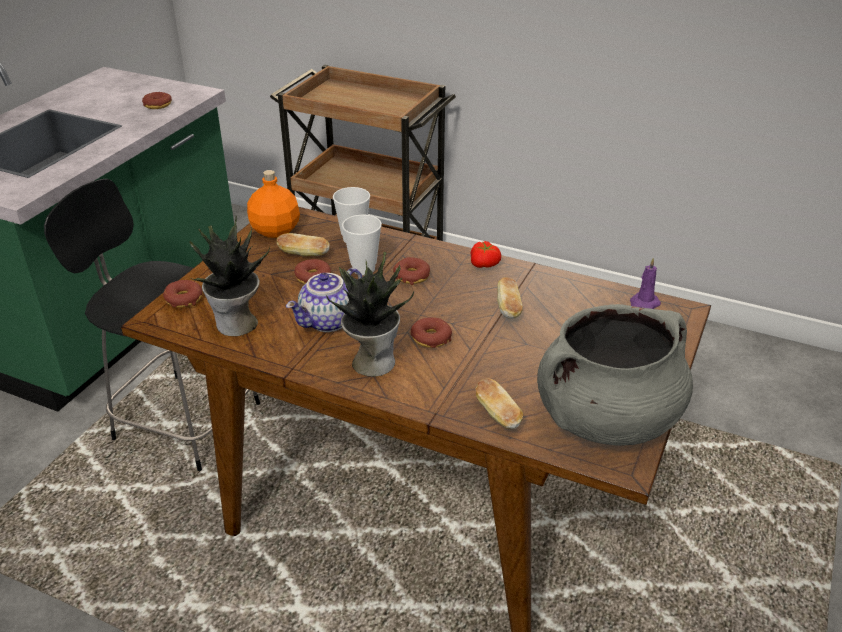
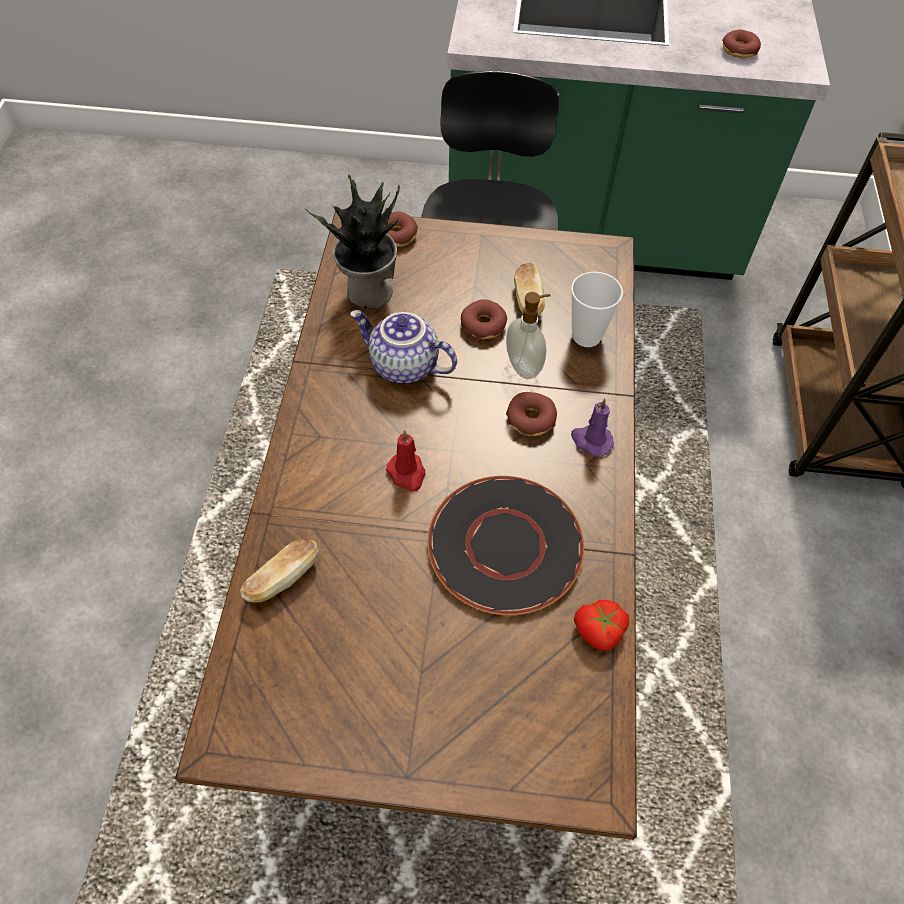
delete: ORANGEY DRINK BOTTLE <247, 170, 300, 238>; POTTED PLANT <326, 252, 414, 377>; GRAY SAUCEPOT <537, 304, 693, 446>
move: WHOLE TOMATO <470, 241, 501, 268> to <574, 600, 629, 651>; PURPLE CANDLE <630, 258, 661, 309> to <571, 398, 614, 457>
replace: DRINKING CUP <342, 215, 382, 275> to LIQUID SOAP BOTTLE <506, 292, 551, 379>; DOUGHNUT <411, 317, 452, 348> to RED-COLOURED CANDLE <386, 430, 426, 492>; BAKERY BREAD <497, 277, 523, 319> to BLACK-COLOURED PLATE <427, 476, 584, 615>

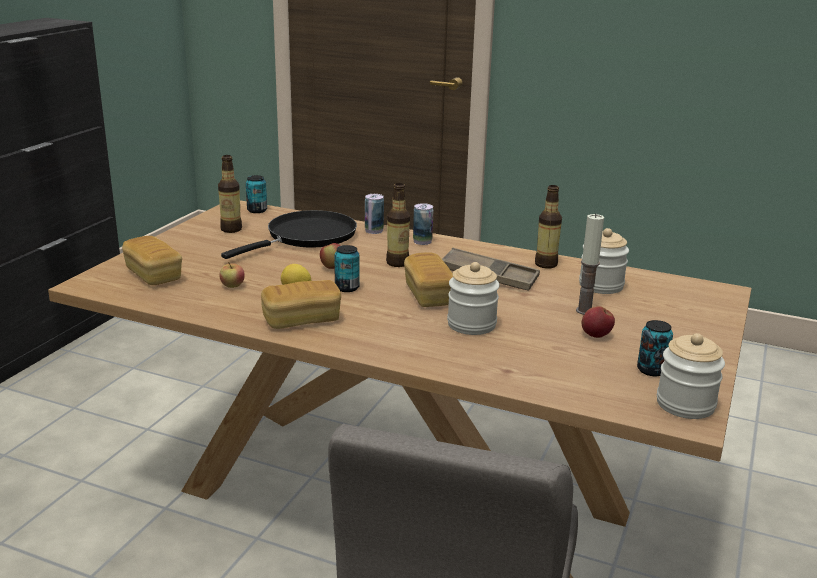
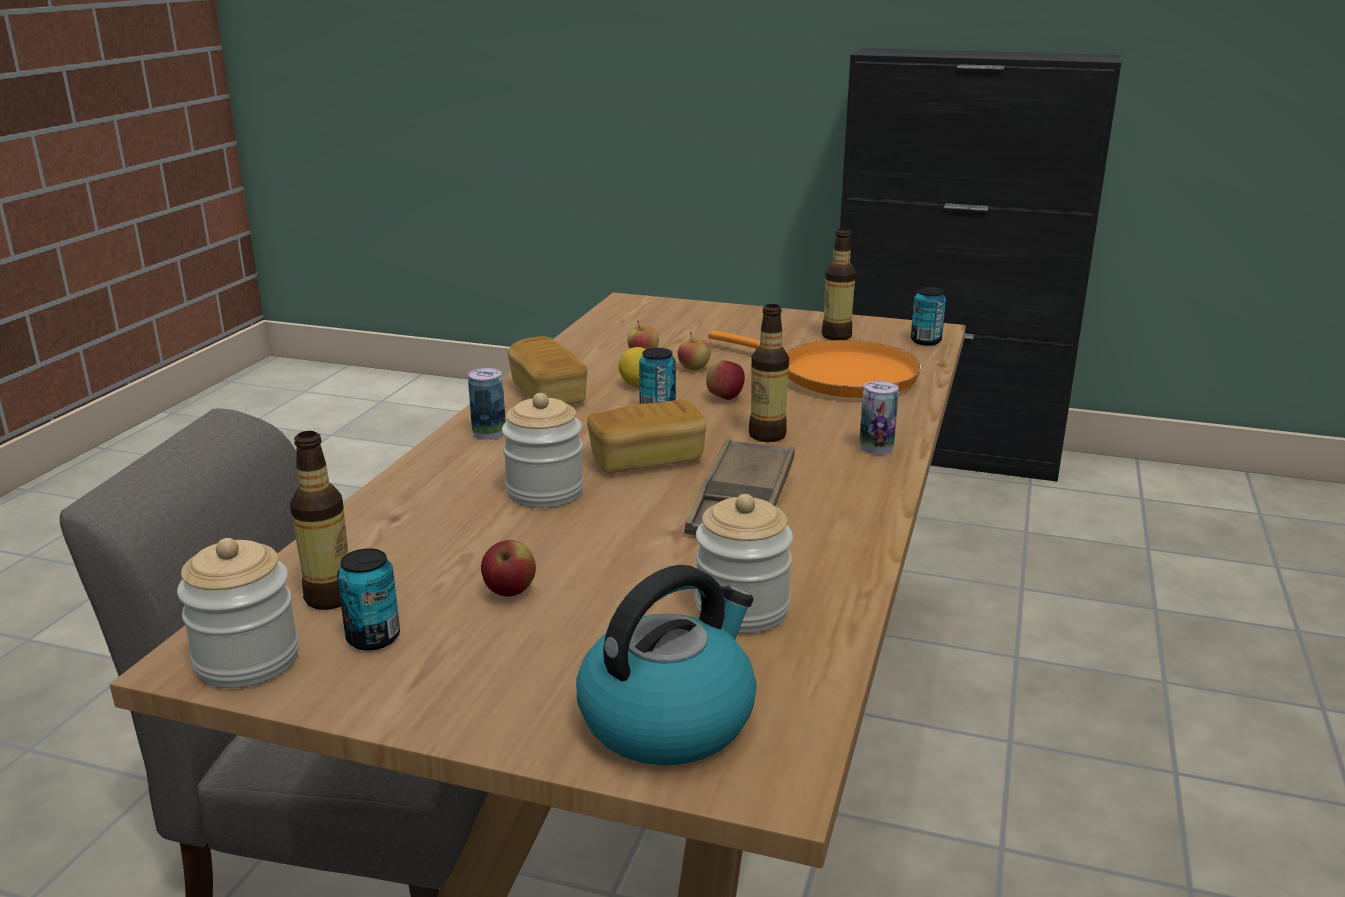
delete: BAKERY BREAD <122, 236, 182, 285>; CANDLE <576, 213, 604, 315>
insert: WATER KETTLE <576, 565, 757, 766>; APPLE <678, 332, 711, 371>
move: CAN <365, 194, 384, 234> to <468, 368, 506, 440>; DRINK BOTTLE <535, 185, 562, 269> to <290, 431, 348, 610>
recolor: BLACK-COLOURED SKILLET <221, 210, 357, 259> to ORANGEY SKILLET <708, 330, 921, 398>

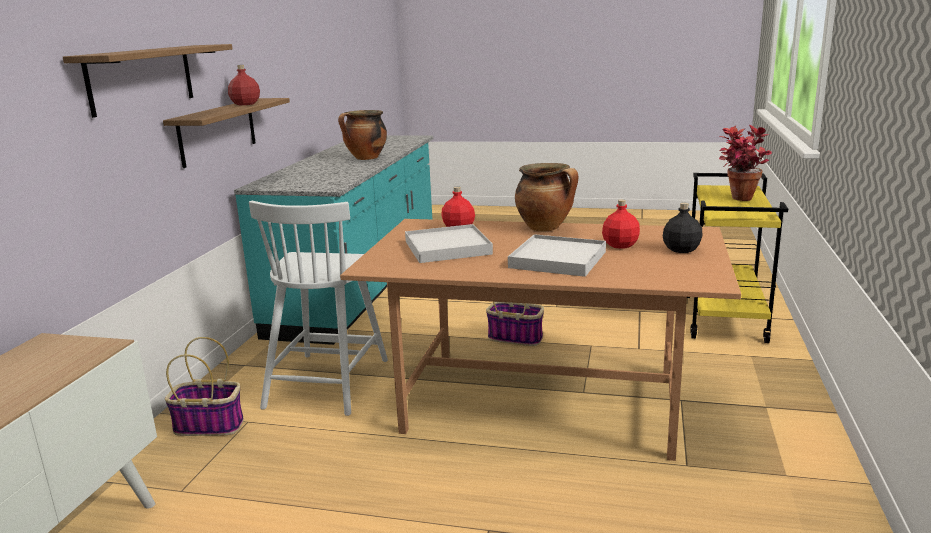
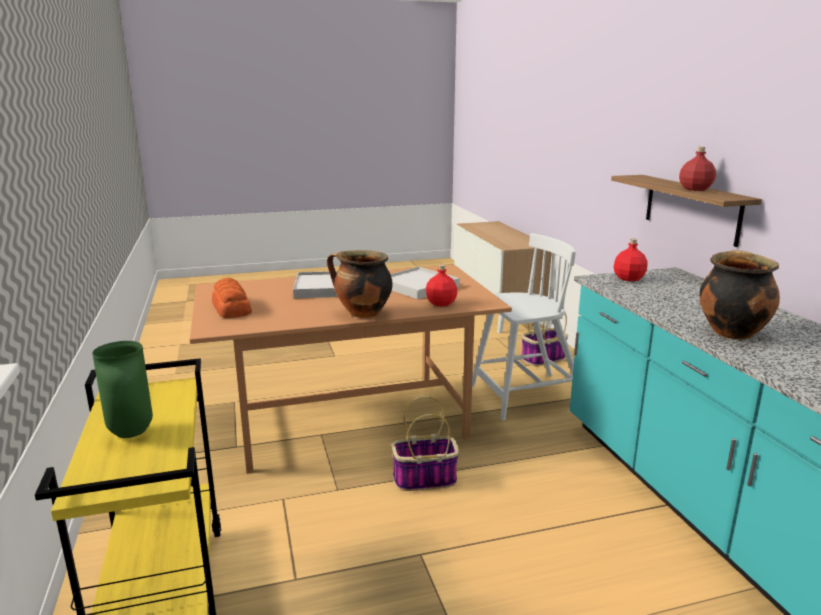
delete: BRACKET SHELF <63, 44, 233, 118>
move: RED-COLOURED DRINK BOTTLE <602, 199, 640, 249> to <614, 238, 647, 281>
replace: BLACK-COLOURED DRINK BOTTLE <663, 203, 703, 253> to BAKERY BREAD <212, 278, 252, 318>; POTTED PLANT <719, 124, 772, 201> to GREEN-COLOURED FLOWER VASE <92, 341, 153, 438>
rotate: WHITISH UPRIGHT CHAIR <249, 201, 388, 416> = <472, 233, 576, 420> 90 degrees clockwise

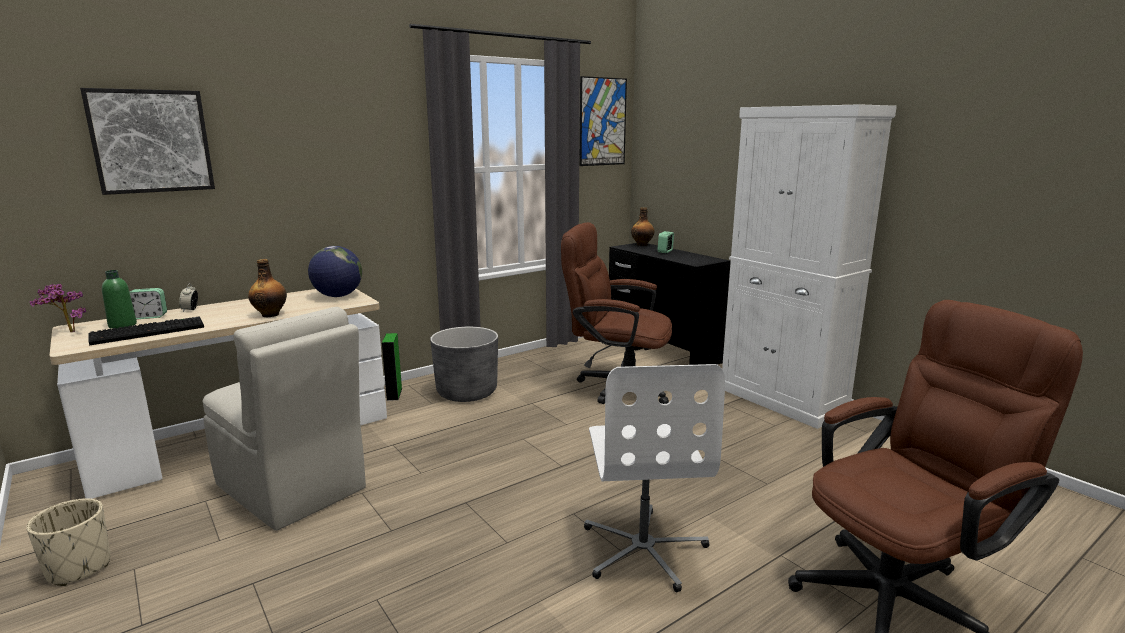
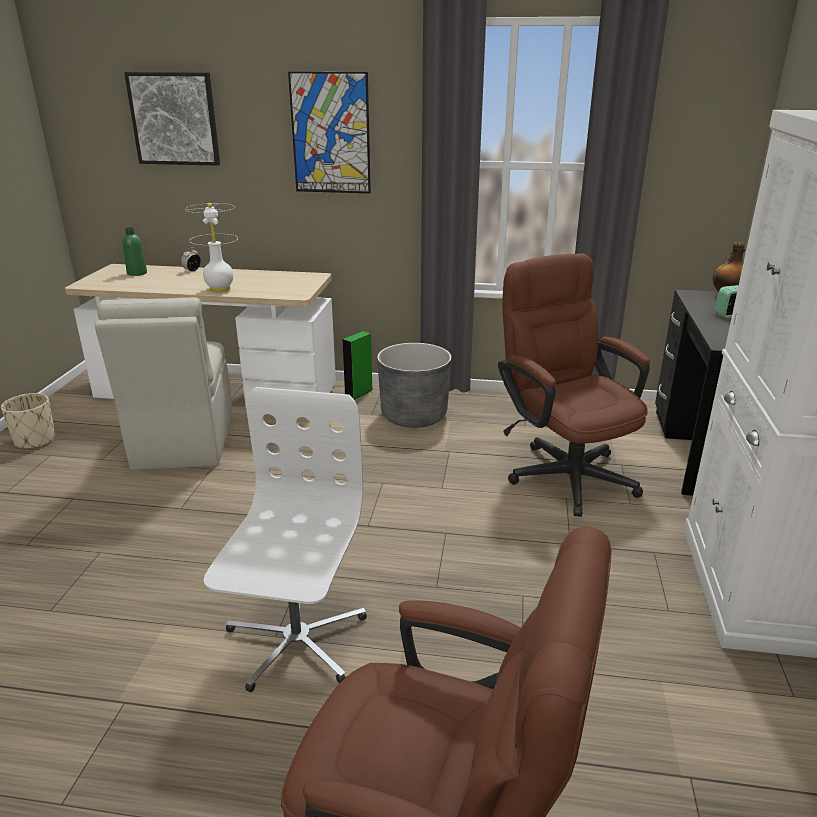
delete: POTTED PLANT <30, 284, 86, 332>; KEYBOARD <88, 316, 204, 345>; TABLE CLOCK <130, 288, 167, 319>; WORLD GLOBE <308, 246, 362, 297>
move: WALL PICTURE <580, 76, 627, 166> to <288, 72, 371, 193>
replace: DRINK BOTTLE <248, 259, 287, 317> to WHITISH LAMP FOR A TABLE <185, 203, 238, 293>
rotate: WHITISH DESK CHAIR <584, 364, 725, 592> = <204, 387, 367, 692> 150 degrees clockwise

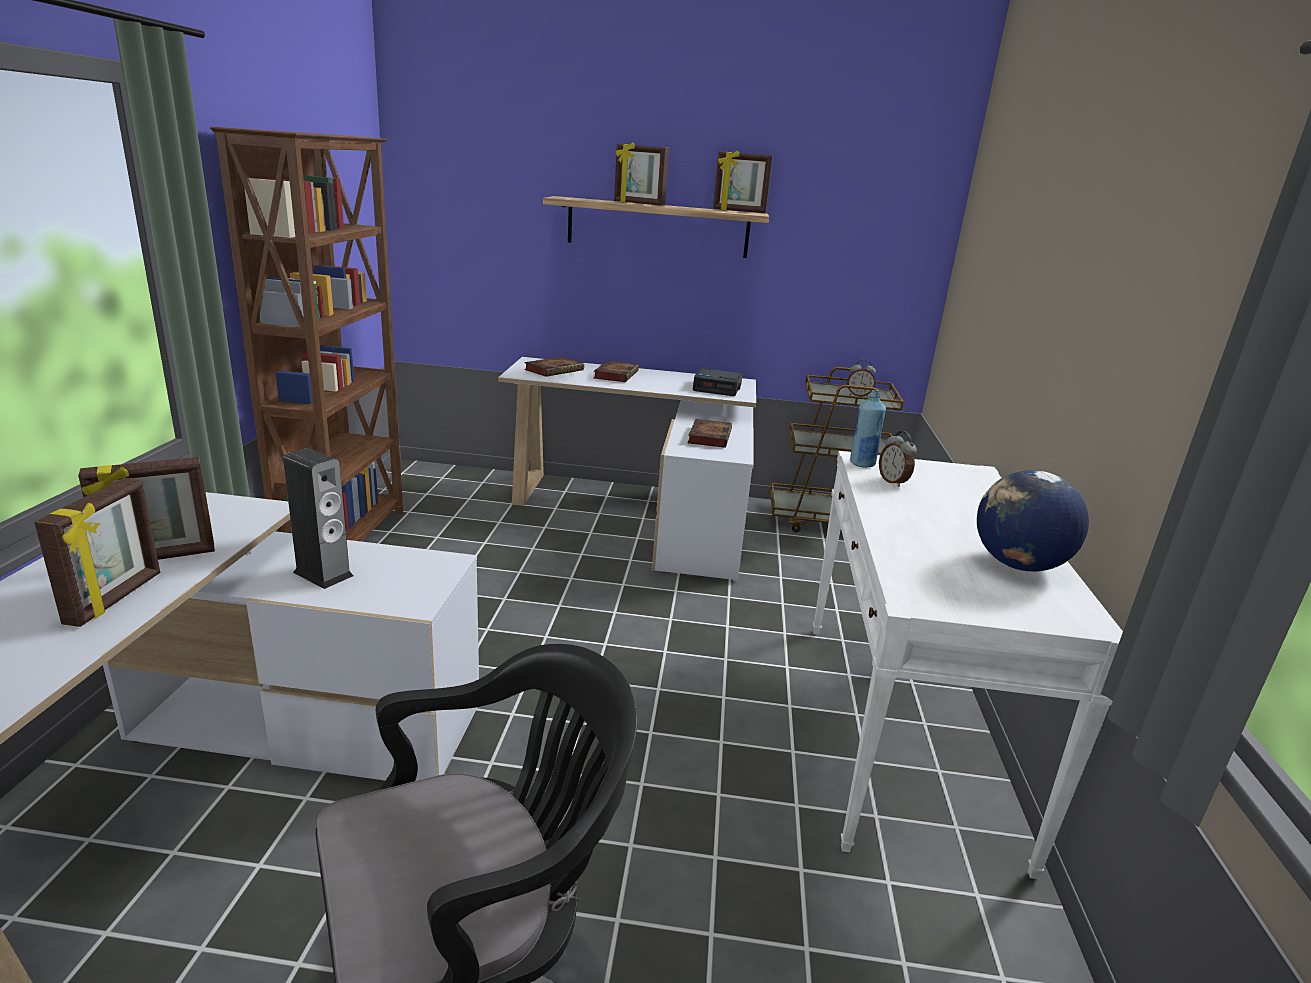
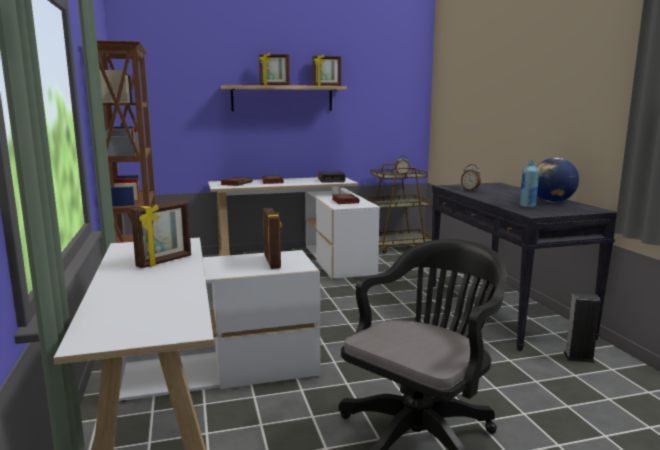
move: STANDING FRAME <34, 478, 160, 627> to <263, 208, 282, 269>; LOUDSPEAKER <283, 448, 353, 589> to <563, 293, 601, 363>; BLUISH DRINK BOTTLE <850, 390, 886, 468> to <520, 160, 539, 208>
recolor: WHITISH CONSOLE TABLE <813, 451, 1123, 879> to BLACK-COLOURED CONSOLE TABLE <432, 182, 617, 351>

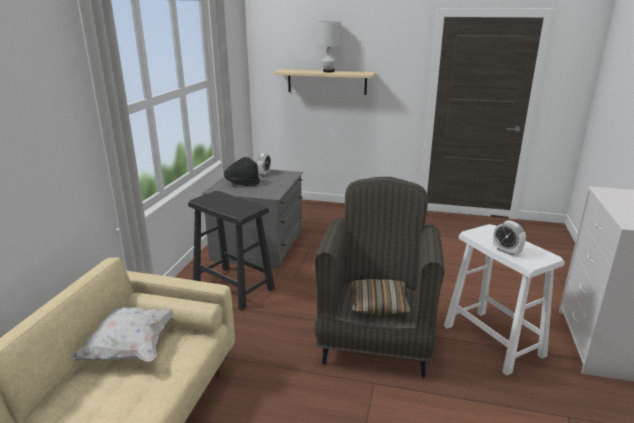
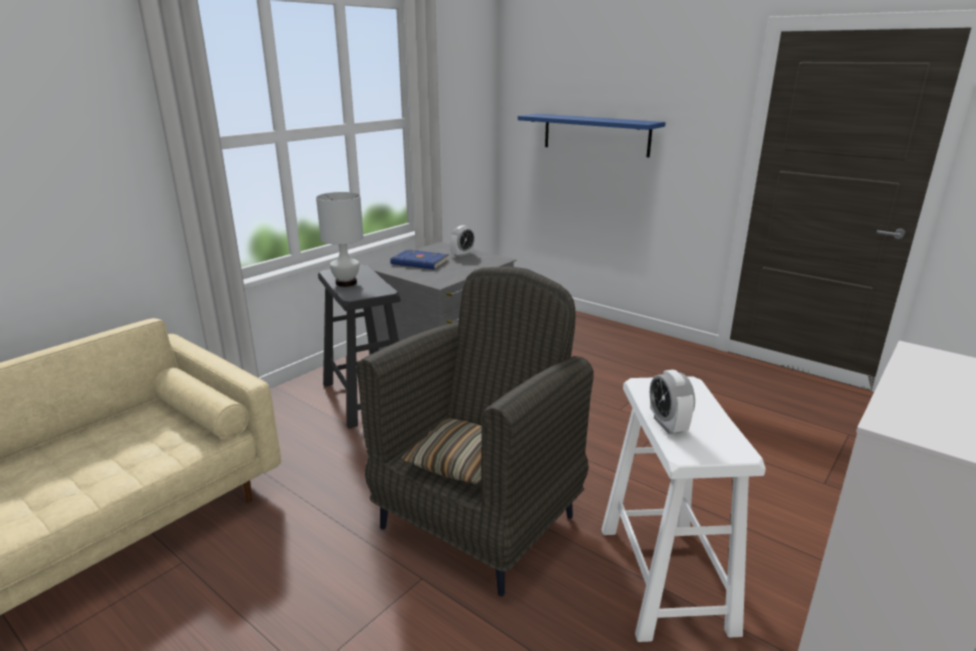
delete: WHITISH THROW PILLOW <70, 307, 174, 362>
move: WHITISH LAMP FOR A TABLE <318, 21, 341, 72> to <316, 192, 363, 287>
replace: BLACK-COLOURED CLOTHING HAT <224, 157, 260, 186> to BLUISH BOOK <390, 249, 449, 270>
recolor: SAND-COLOURED BRACKET SHELF <273, 69, 376, 95> to BLUISH BRACKET SHELF <518, 114, 666, 158>

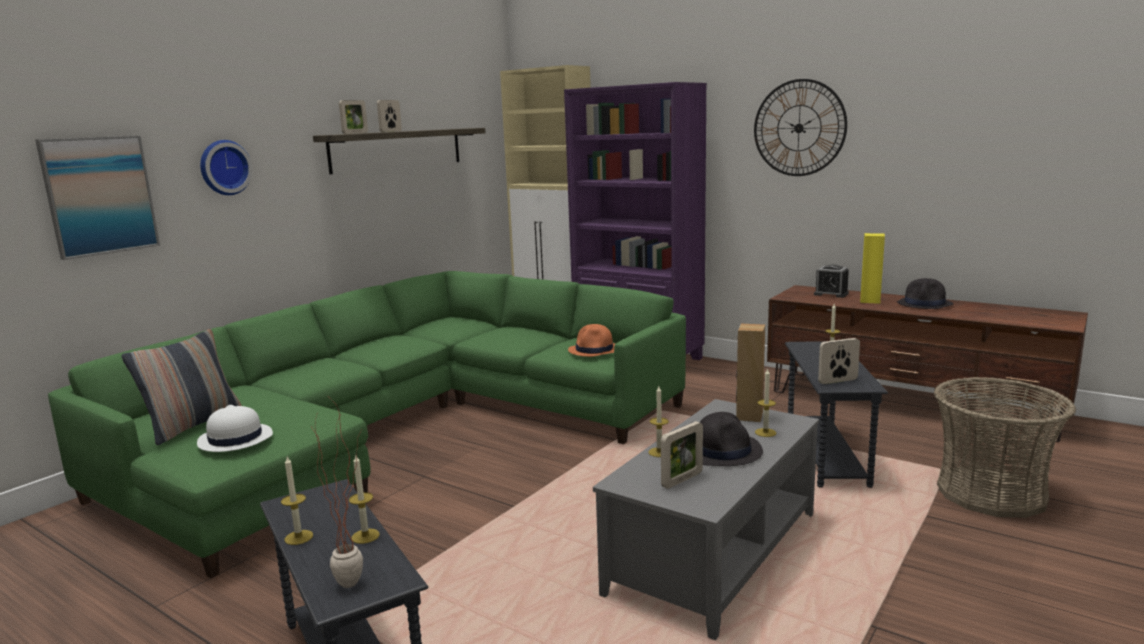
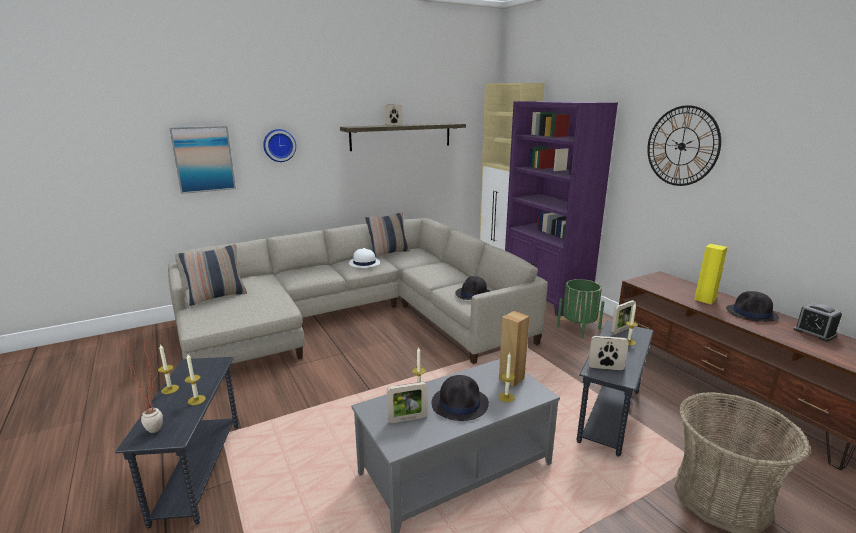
insert: THROW PILLOW <365, 212, 410, 257>; GREEN-COLOURED PLANTER <557, 279, 605, 338>
move: WHITISH CLOTHING HAT <197, 405, 273, 452> to <349, 248, 380, 268>; STANDING FRAME <339, 100, 368, 134> to <611, 300, 636, 334>; TABLE CLOCK <814, 265, 849, 298> to <793, 303, 842, 342>
recolor: GREEN-COLOURED SETTEE <48, 271, 686, 578> to SAND-COLOURED SETTEE <168, 218, 548, 364>; ORANGEY CLOTHING HAT <568, 324, 615, 357> to BLACK-COLOURED CLOTHING HAT <455, 276, 490, 300>

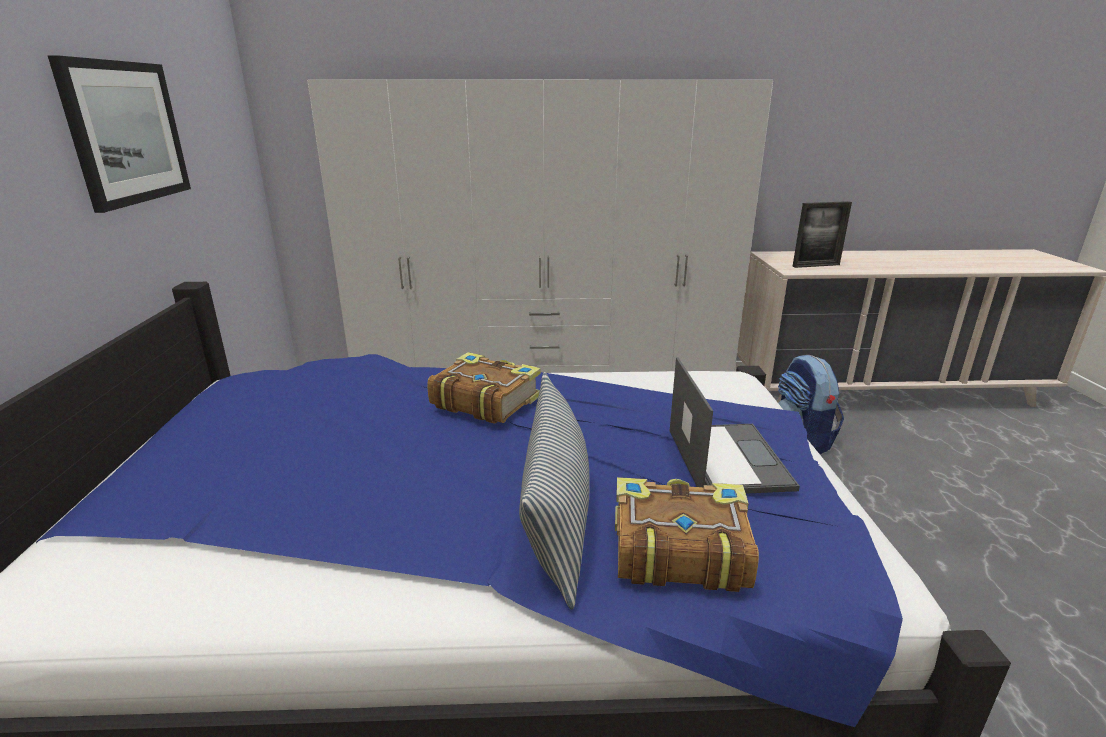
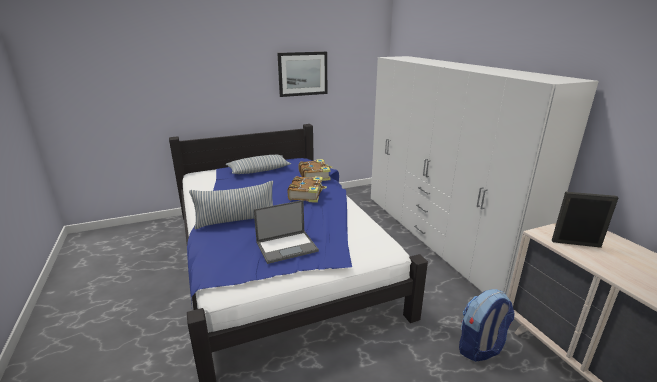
insert: THROW PILLOW <226, 155, 291, 174>
move: BOOK <615, 477, 759, 592> to <299, 159, 332, 181>
rotate: STANDING FRAME <792, 201, 852, 268> = <552, 192, 618, 248> 135 degrees clockwise

